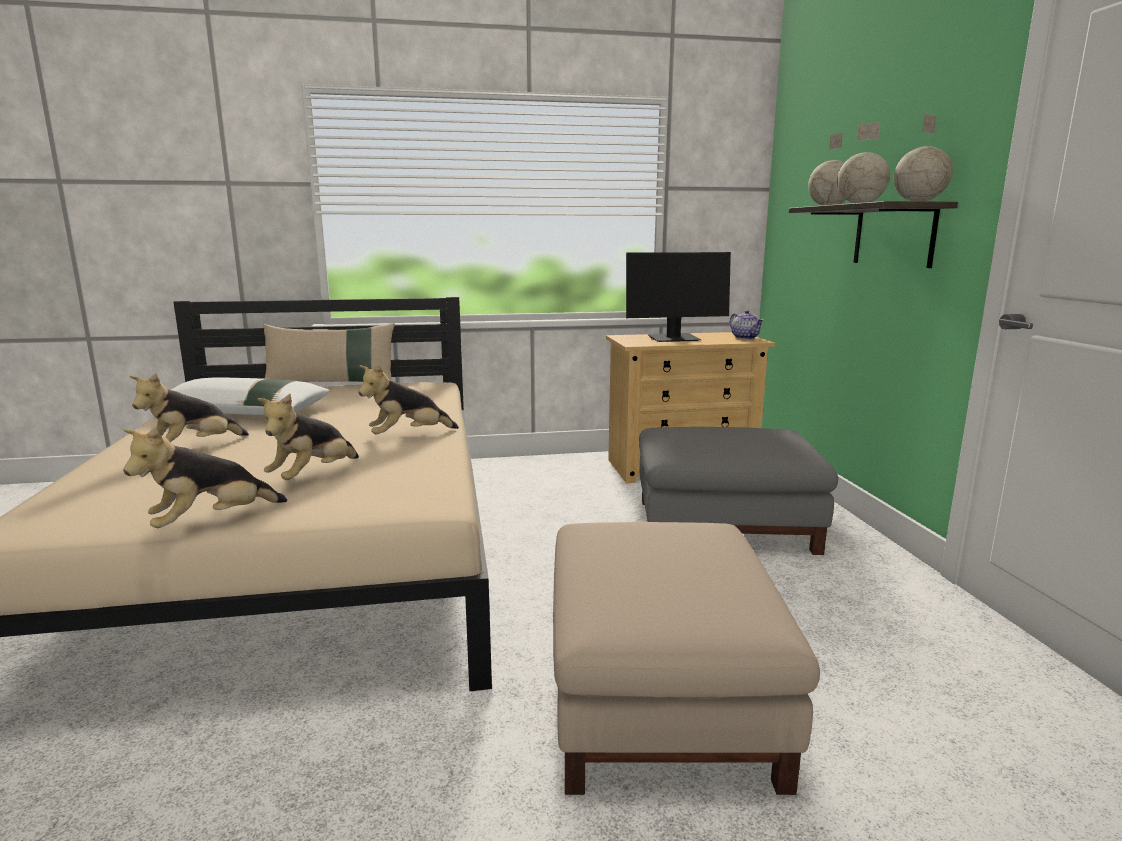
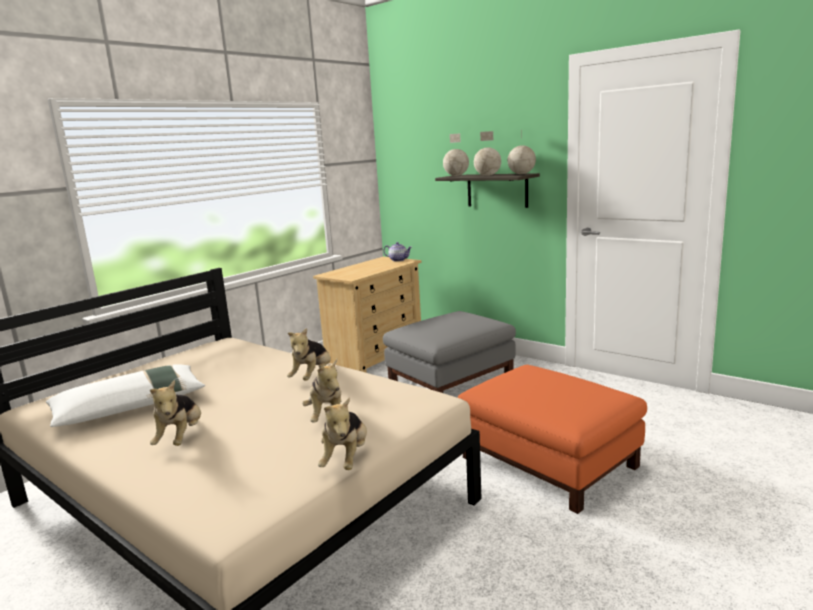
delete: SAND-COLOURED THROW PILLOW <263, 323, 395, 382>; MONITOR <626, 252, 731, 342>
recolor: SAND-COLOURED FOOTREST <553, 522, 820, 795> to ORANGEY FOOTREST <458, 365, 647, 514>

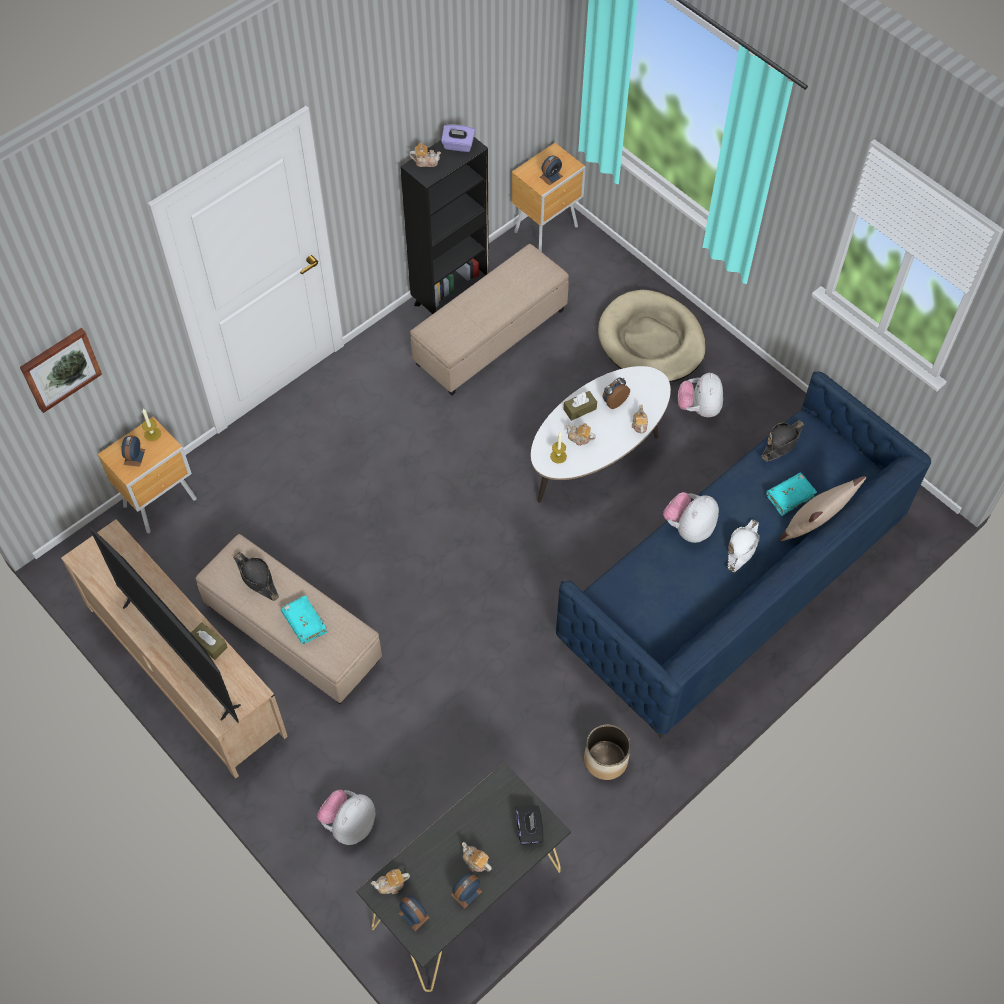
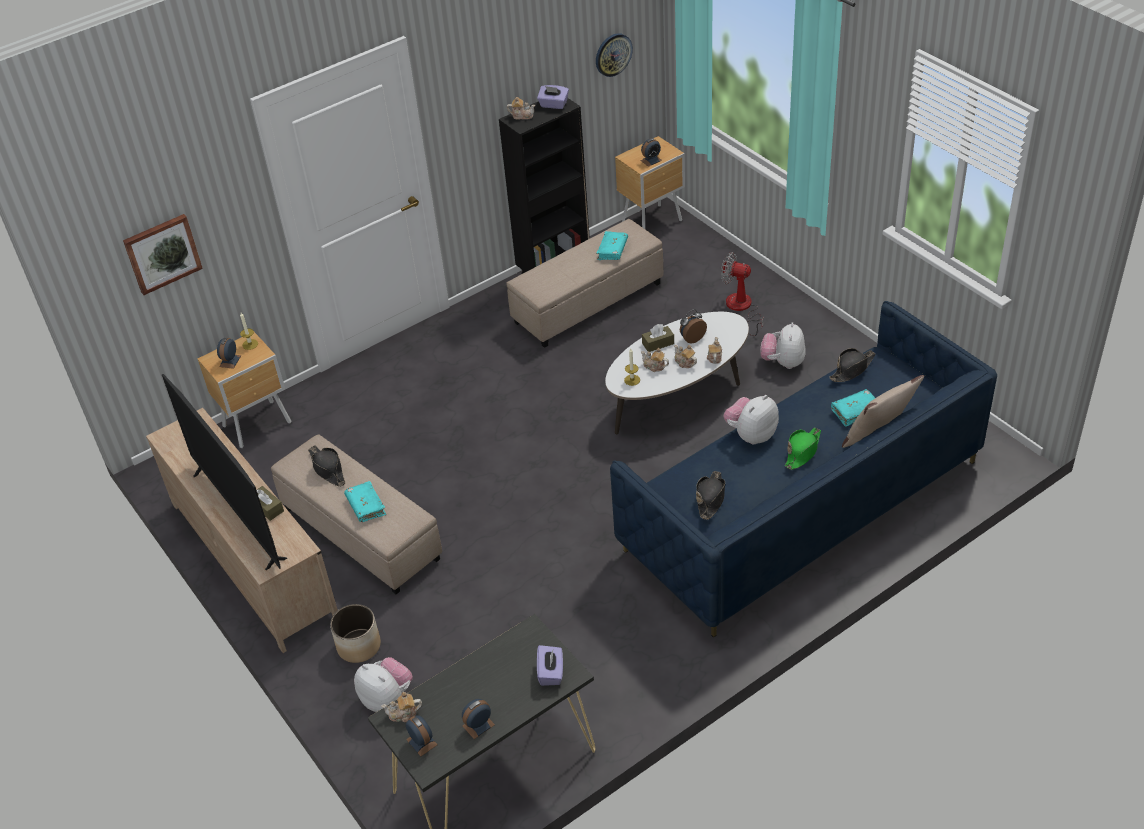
insert: CLOCK ON THE WALL <596, 33, 633, 77>; TURQUOISE BOOK <596, 231, 628, 260>; BLACK-COLOURED CLOTHING HAT <696, 471, 725, 520>
move: TEA POT <462, 842, 492, 872> to <674, 345, 697, 368>; PLANTER <584, 725, 631, 780> to <330, 604, 381, 663>
replace: SAND-COLOURED DOG BED <598, 290, 706, 382> to FAN <721, 252, 764, 336>
recolor: BLACK-COLOURED TISSUE HOLDER <516, 806, 543, 845> to PURPLE TISSUE HOLDER <537, 645, 563, 686>; WHITISH CLOTHING HAT <728, 519, 760, 572> to GREEN-COLOURED CLOTHING HAT <785, 427, 821, 470>
rotate: SOFT TOY <317, 789, 376, 845> = <354, 657, 413, 712> 90 degrees clockwise

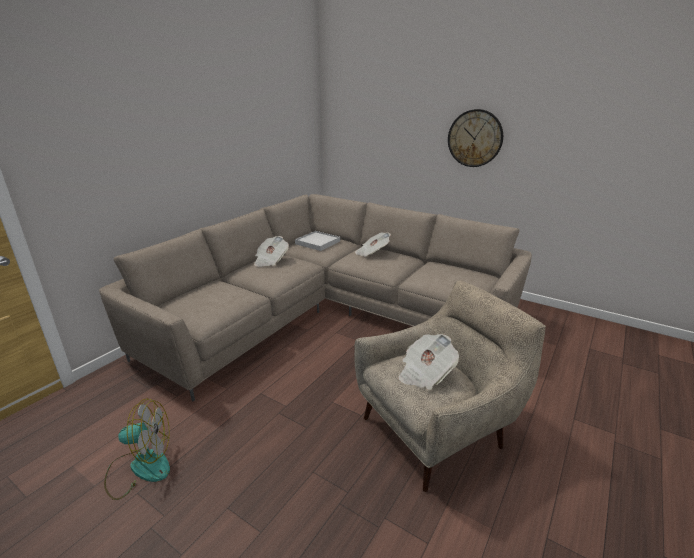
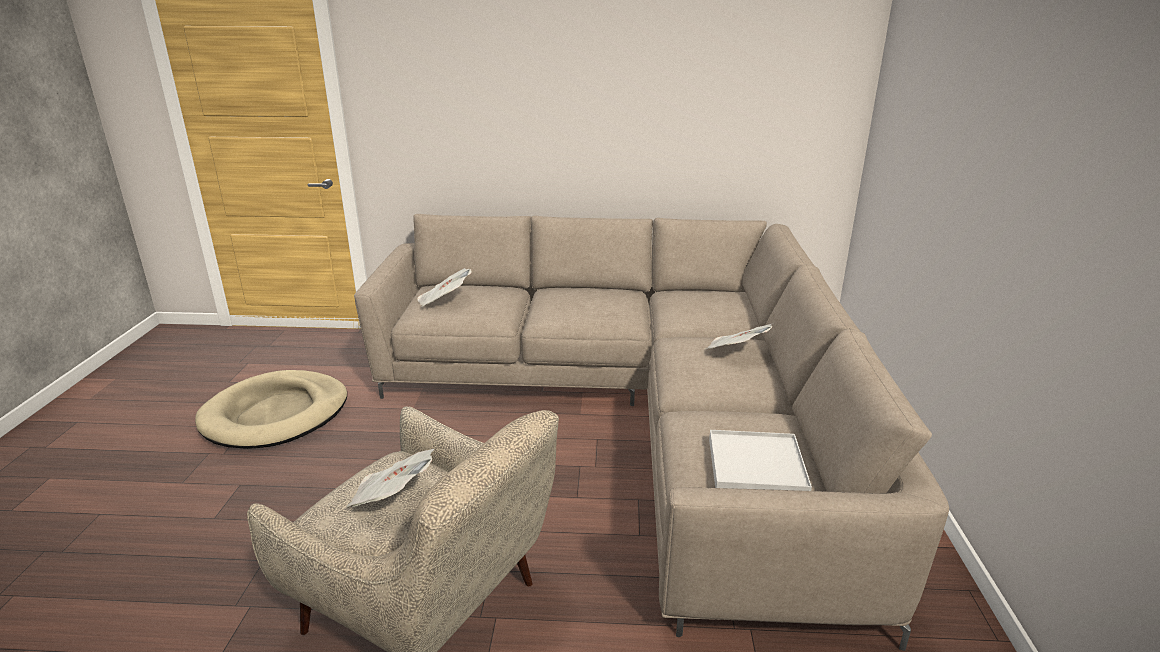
delete: CLOCK ON THE WALL <448, 109, 503, 167>
move: DAILY PAPER <254, 236, 289, 267> to <417, 268, 472, 307>; WHITISH TRAY <295, 231, 340, 251> to <709, 430, 812, 491>
replace: FAN <104, 398, 170, 500> to SAND-COLOURED DOG BED <195, 370, 347, 449>

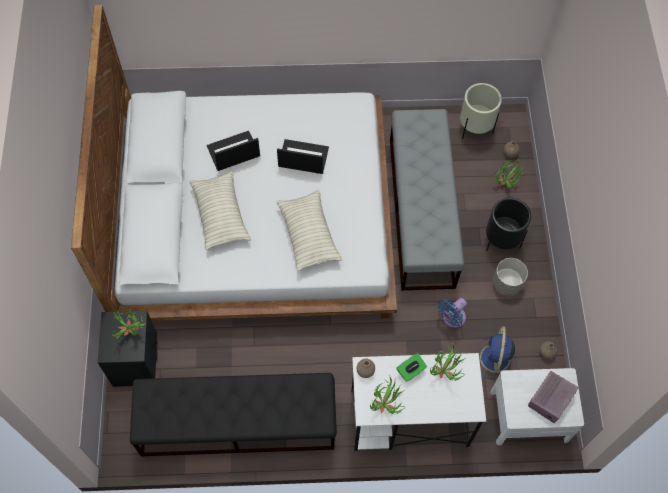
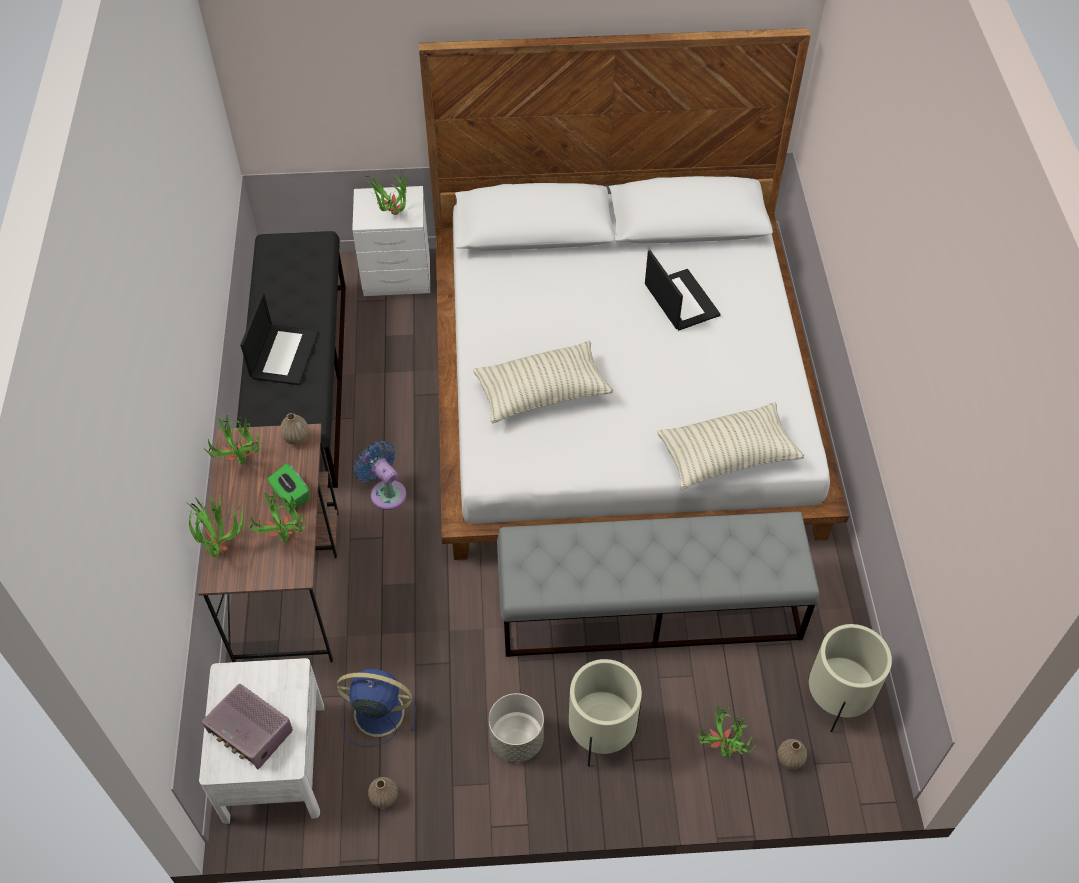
insert: POTTED PLANT <187, 493, 244, 557>
move: THROW PILLOW <189, 171, 251, 250> to <657, 402, 804, 489>; NOTEBOOK COMPUTER <277, 139, 329, 174> to <240, 293, 319, 385>; BLUISH FAN <438, 298, 467, 328> to <354, 441, 406, 510>
recolor: BLACK-COLOURED NIGHT TABLE <98, 311, 158, 387> to WHITISH NIGHT TABLE <352, 186, 430, 296>; WHITISH DESK TABLE <351, 353, 486, 451> to BROWN DESK TABLE <198, 424, 339, 663>; BLACK-COLOURED PLANTER <486, 197, 531, 251> to SAND-COLOURED PLANTER <569, 659, 642, 766>

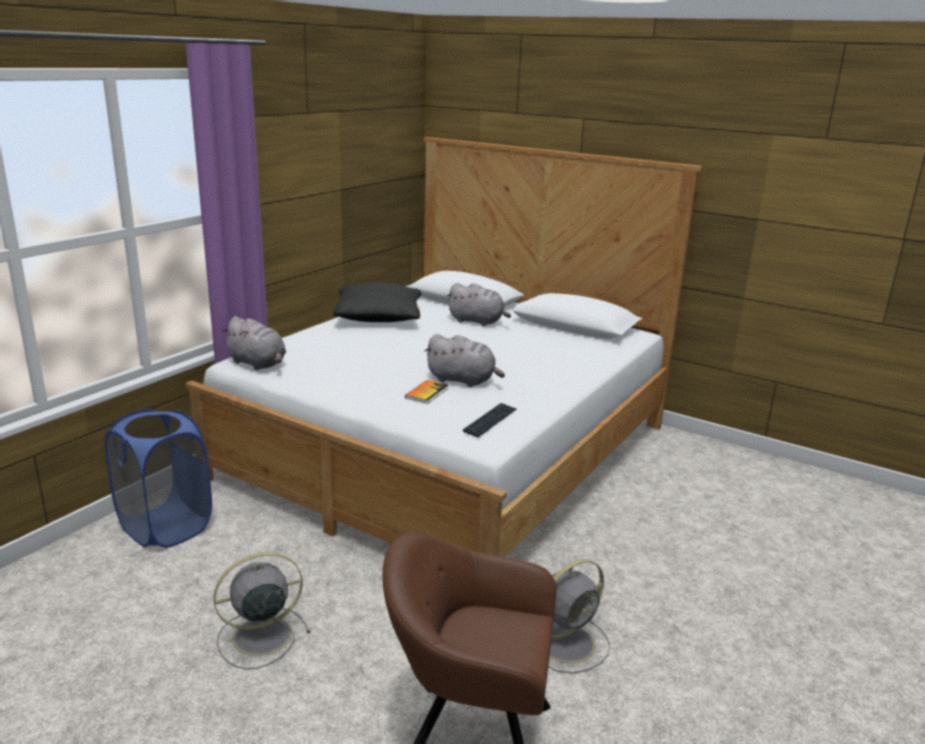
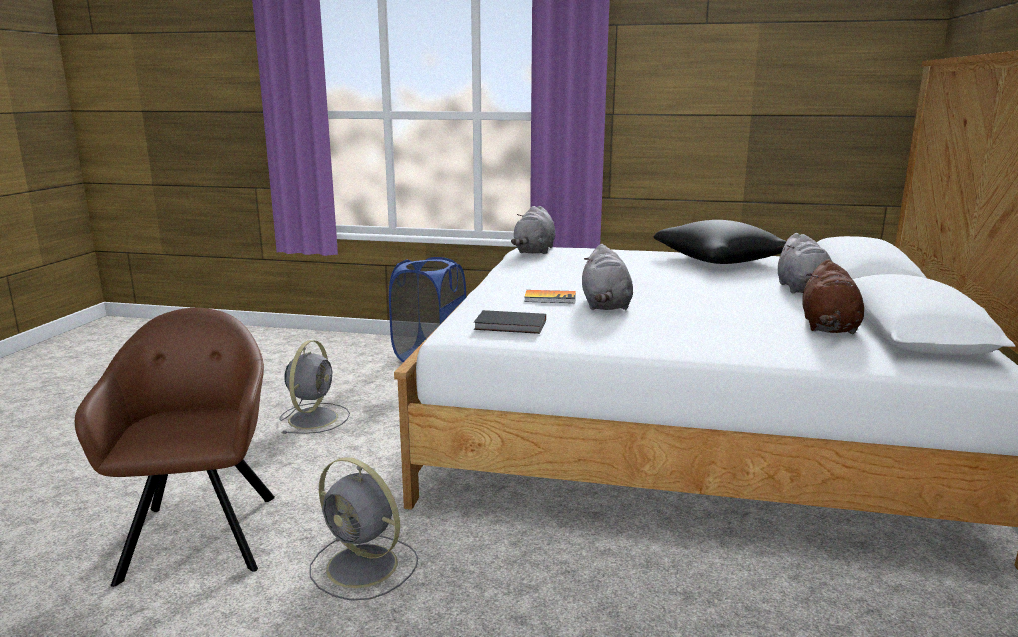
insert: BROWN SOFT TOY <802, 259, 864, 334>
replace: KEYBOARD <463, 403, 517, 437> to BLACK-COLOURED BOOK <474, 310, 546, 334>
rotate: GRAY FAN <213, 552, 311, 669> = <279, 340, 350, 434> 60 degrees clockwise

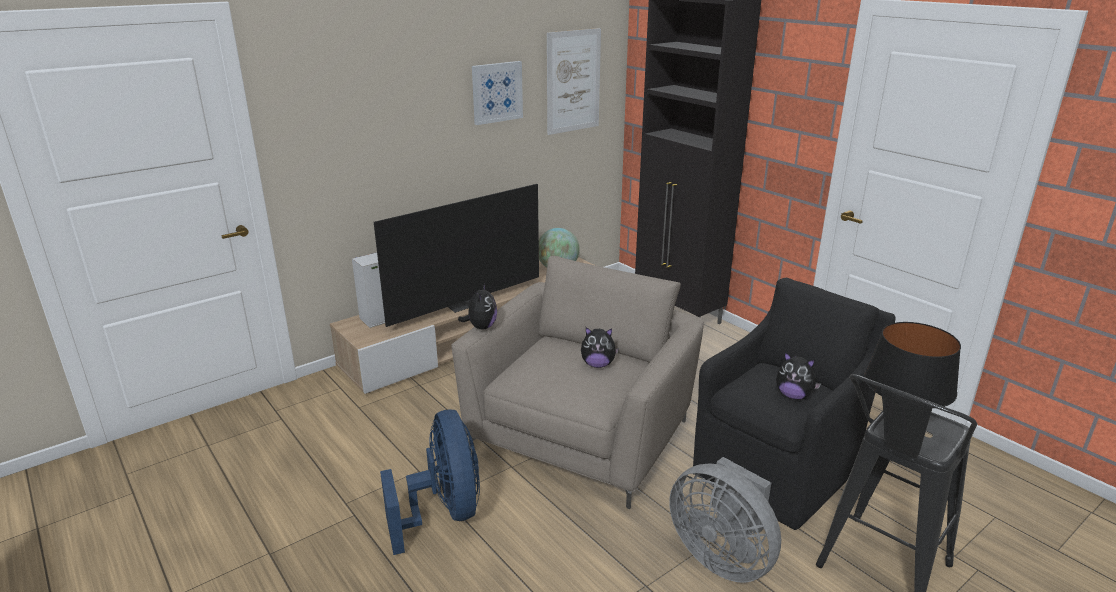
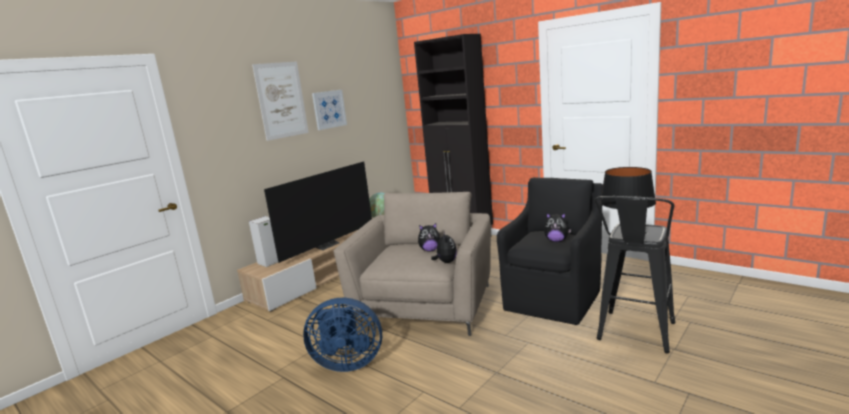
delete: GRAY FAN <669, 457, 781, 583>
move: SOFT TOY <458, 282, 497, 330> to <431, 231, 457, 263>; WALL PICTURE <547, 28, 601, 135> to <252, 62, 309, 141>
rotate: BLUISH FAN <380, 410, 480, 555> = <303, 298, 382, 372> 120 degrees clockwise

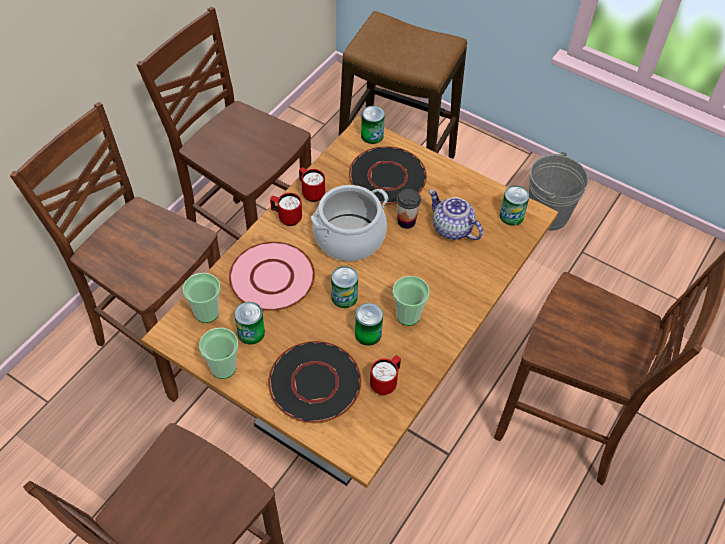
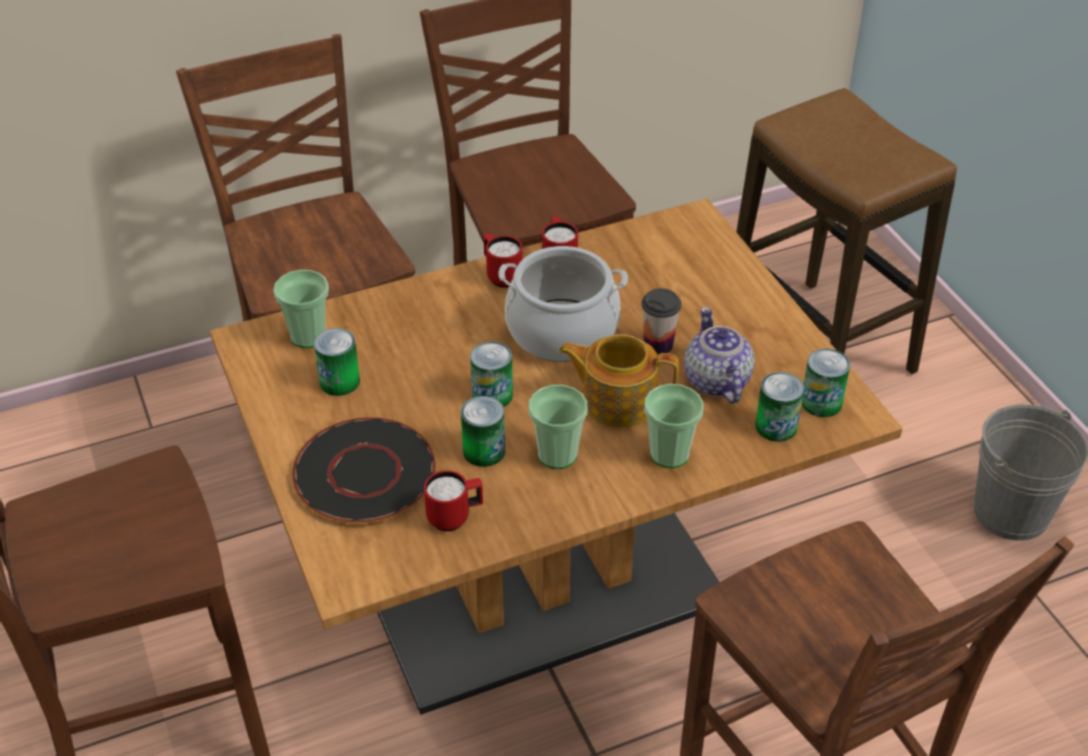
delete: PINK-COLOURED PLATE <229, 242, 315, 311>; BLACK-COLOURED PLATE <348, 146, 427, 204>
insert: TEA POT <559, 334, 679, 428>
move: DRINKING CUP <199, 328, 238, 379> to <644, 384, 704, 468>; CAN <361, 106, 385, 144> to <755, 372, 804, 442>

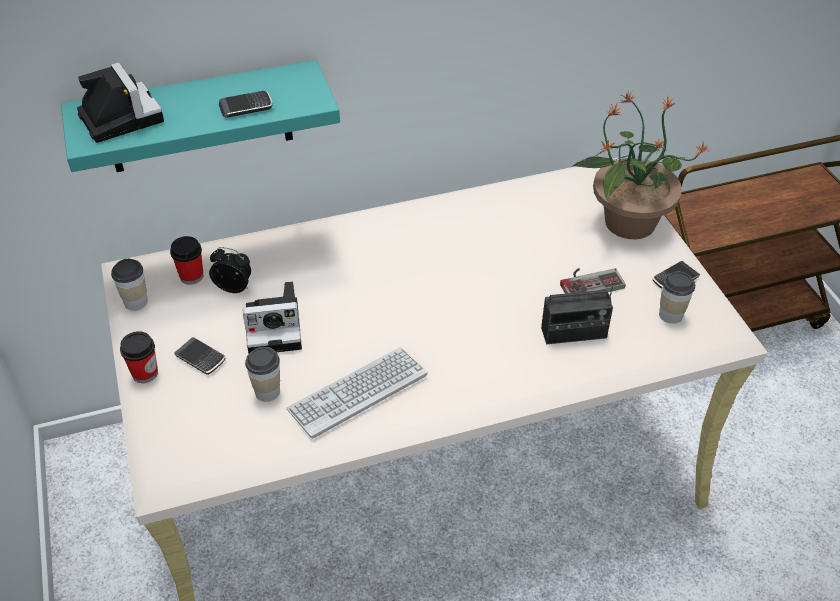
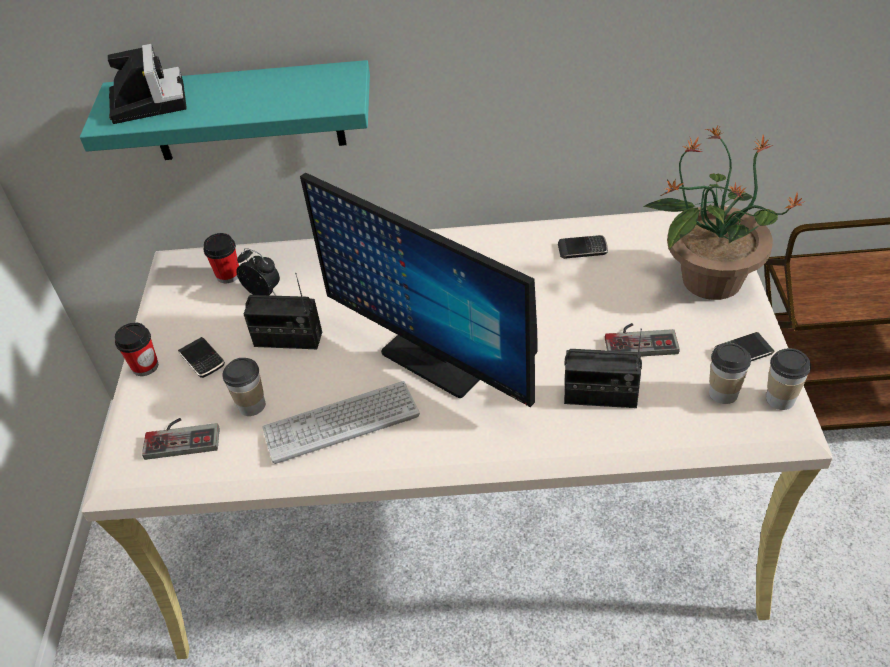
insert: GAMEPAD <142, 418, 220, 460>; MONITOR <300, 172, 538, 407>
move: DRINKING CUP <111, 259, 148, 311> to <766, 348, 811, 410>; HANDSET <219, 91, 272, 118> to <558, 235, 608, 259>
replace: STILL CAMERA <243, 282, 302, 353> to RADIO RECEIVER <244, 273, 322, 349>

